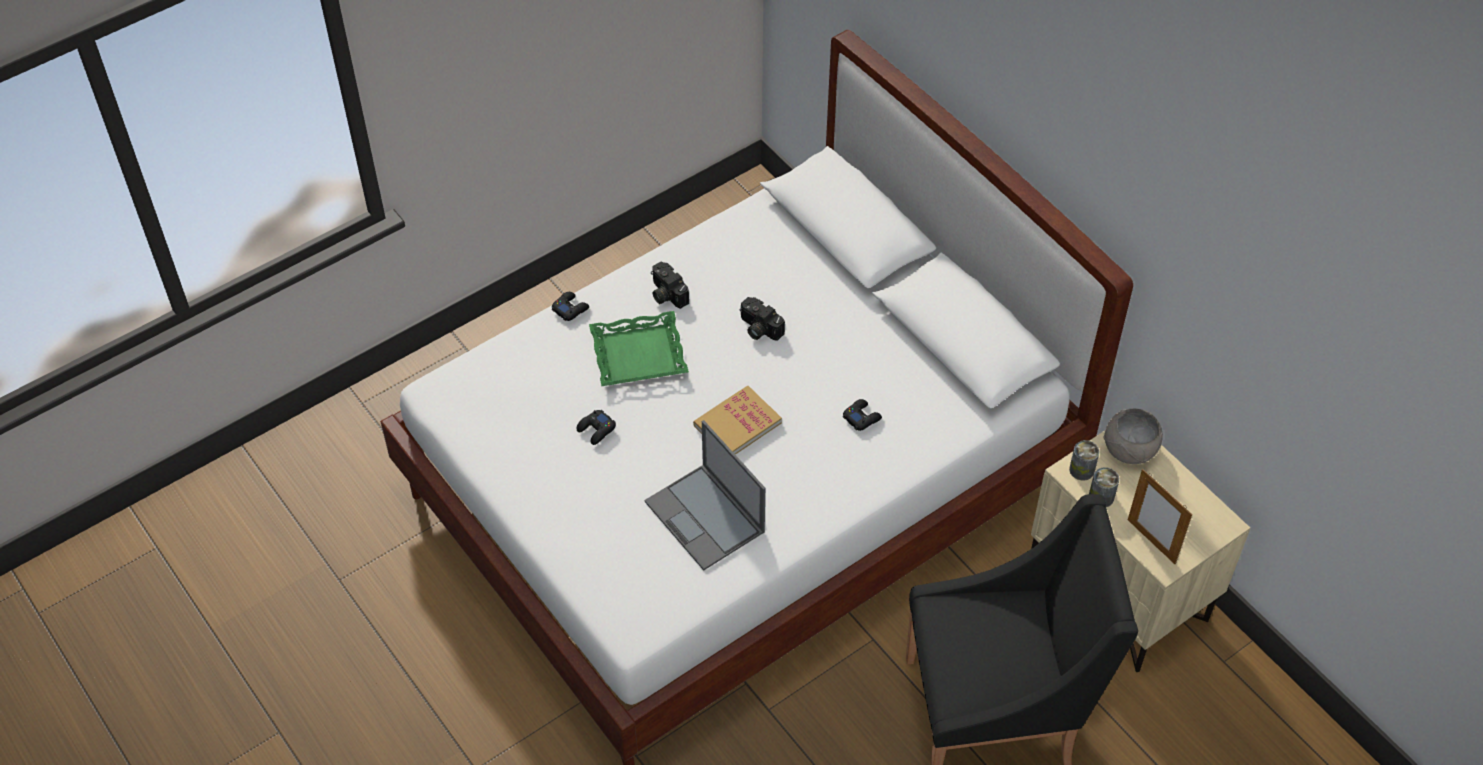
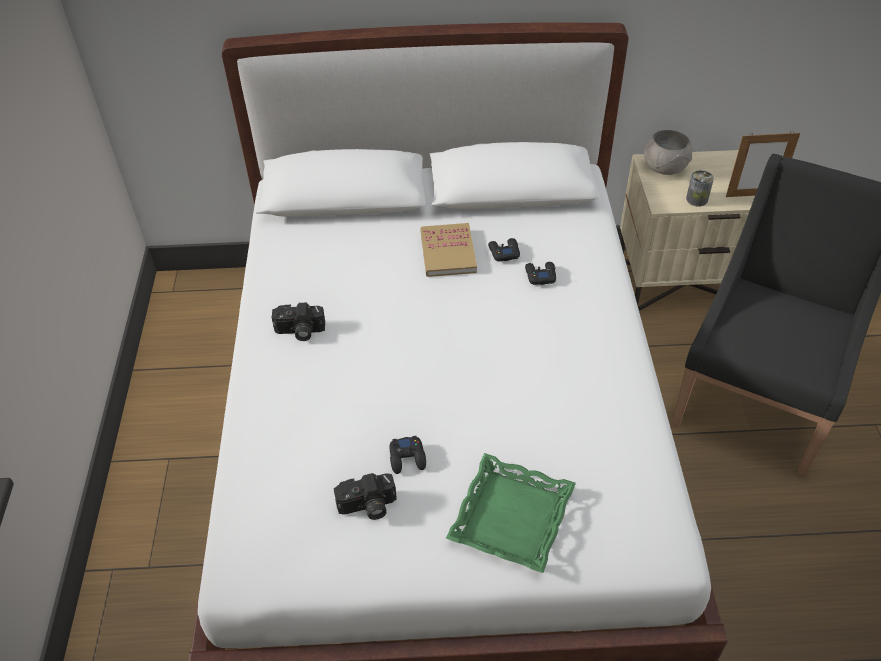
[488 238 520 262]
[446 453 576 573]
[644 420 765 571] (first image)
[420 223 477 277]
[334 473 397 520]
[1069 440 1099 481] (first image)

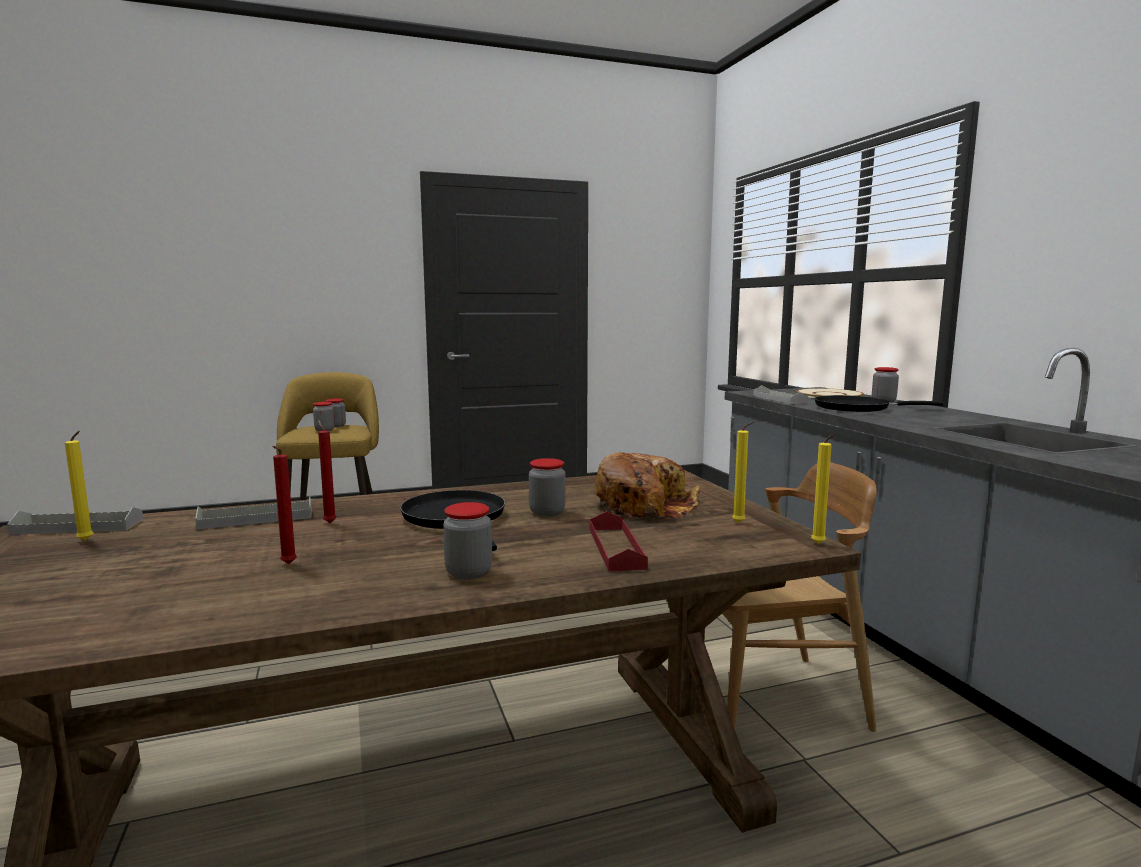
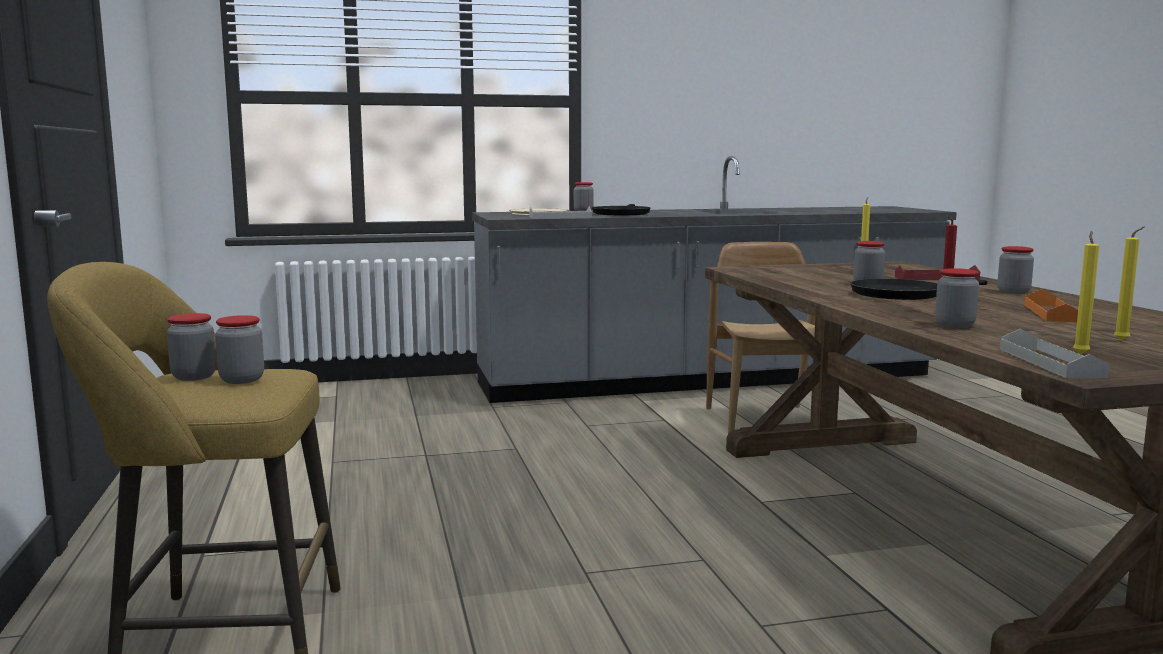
[935 268 979 328]
[1024 289 1078 322]
[595 452 700 518] (first image)
[1114 226 1145 341]

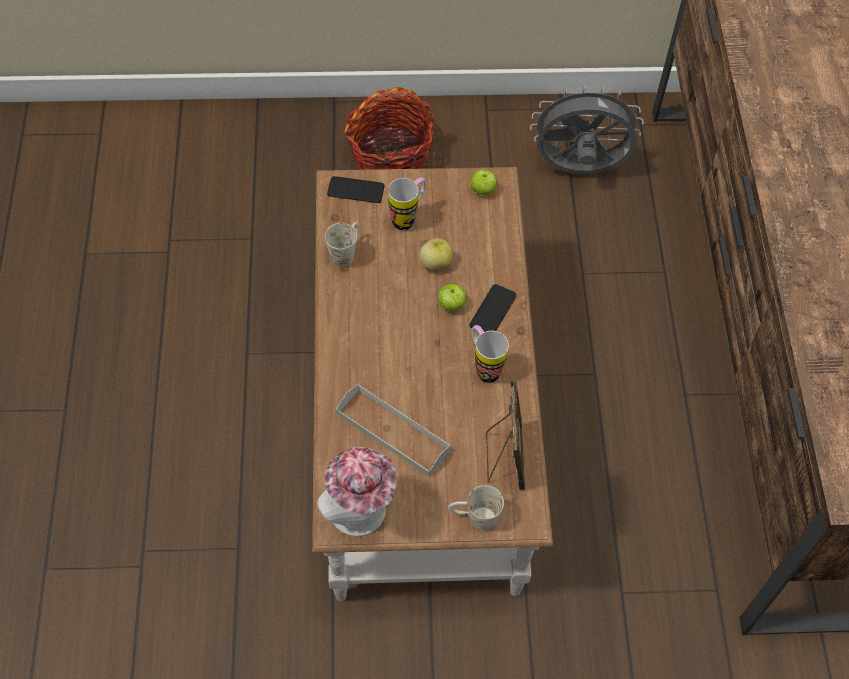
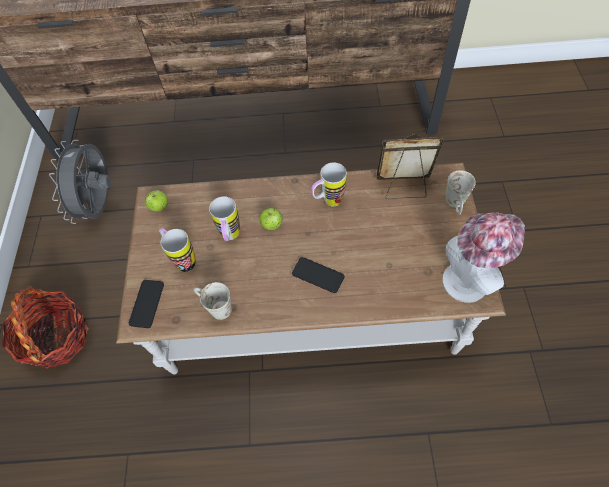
[336 384 451 477] (first image)
[209 196 240 241]
[292 257 345 293]

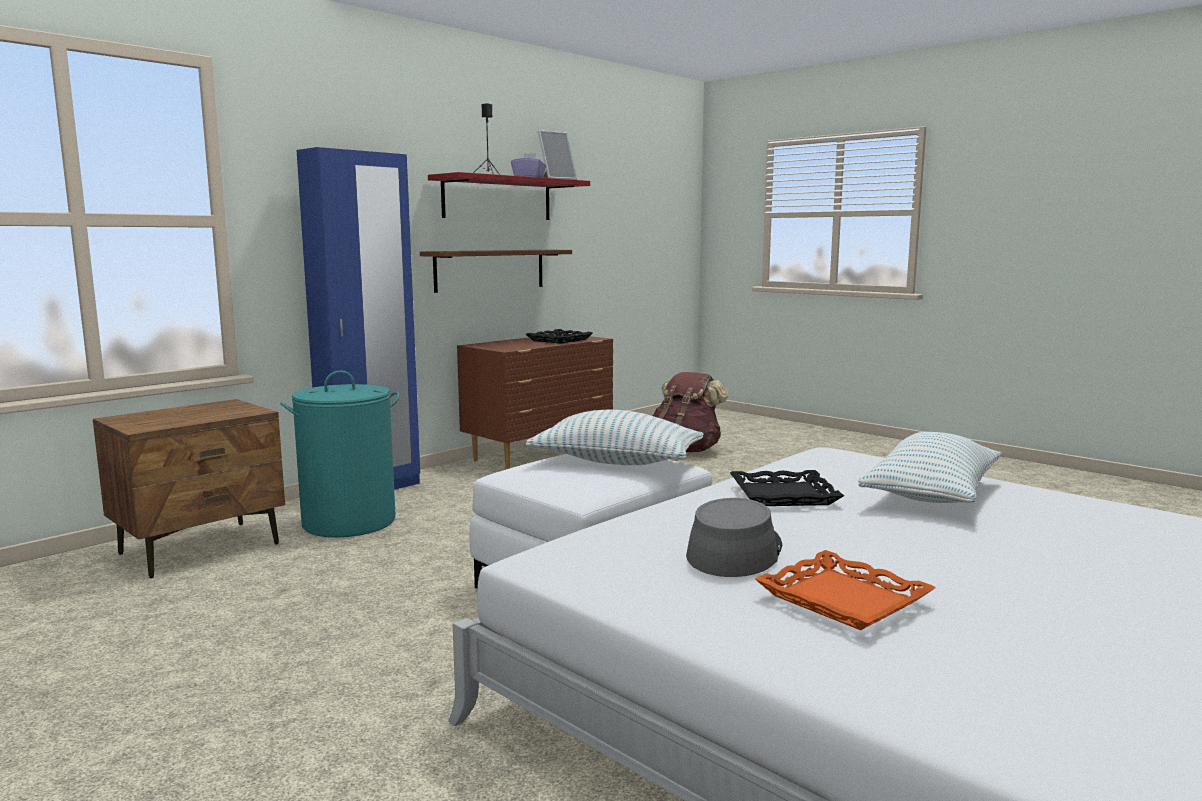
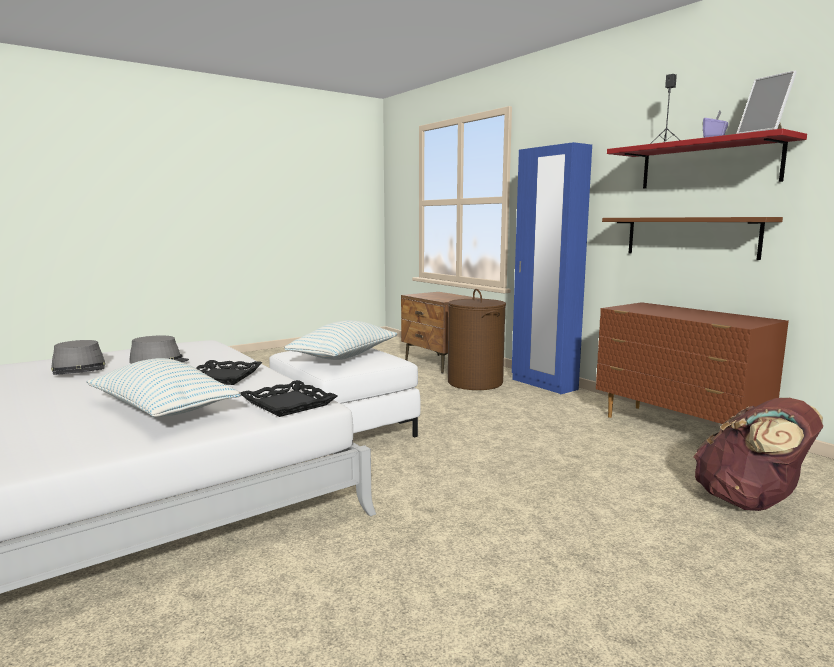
[448 289 506 390]
[240 380 337 417]
[51 340 106 375]

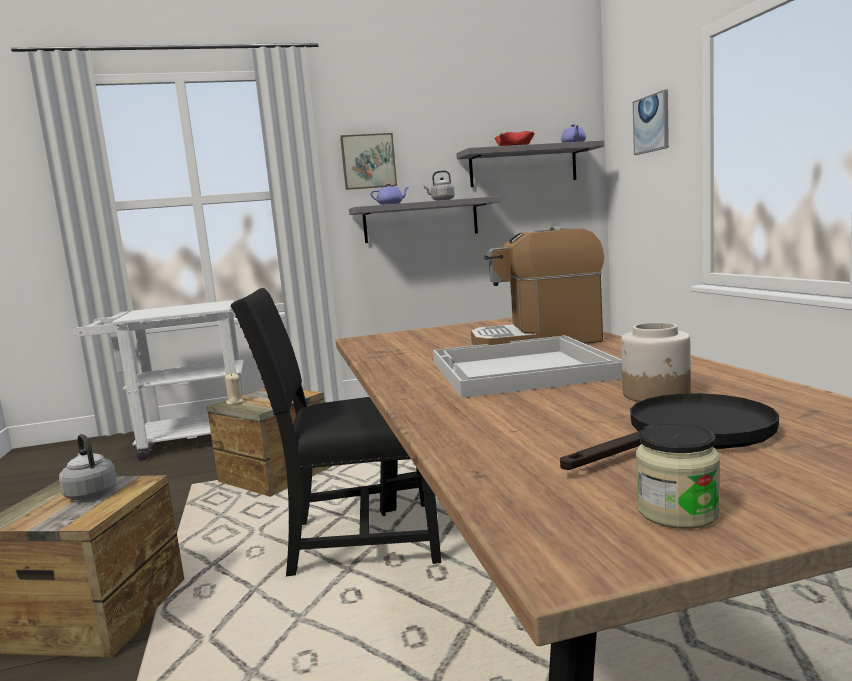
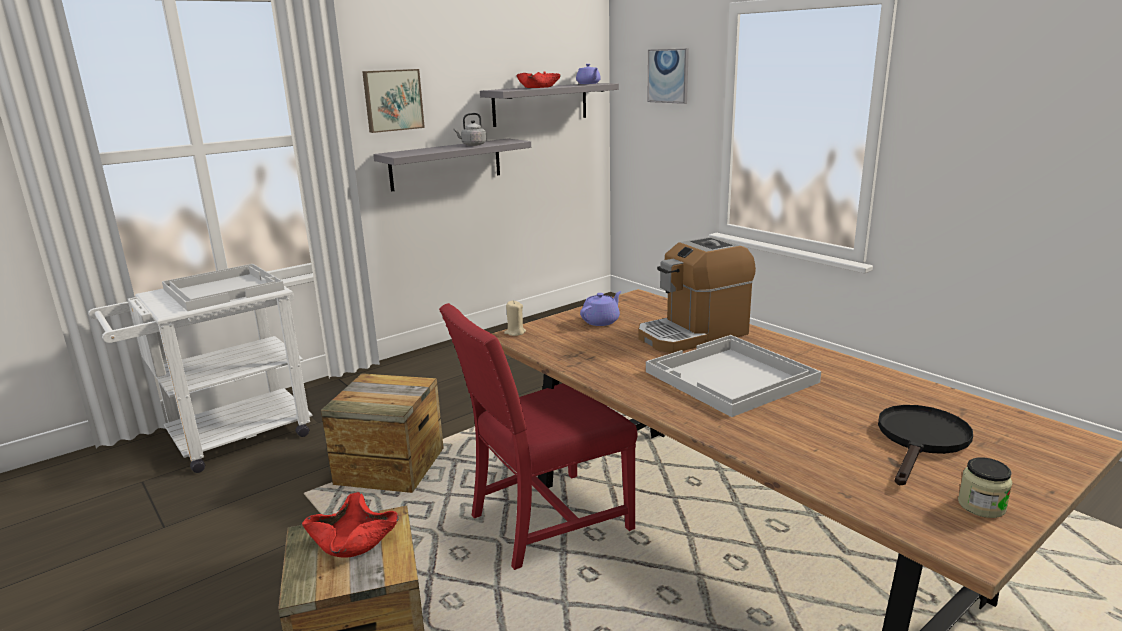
[302 492 399 558]
[504 301 526 336]
[439 303 638 570]
[580 291 621 326]
[621 323 691 402] (first image)
[162 264 284 311]

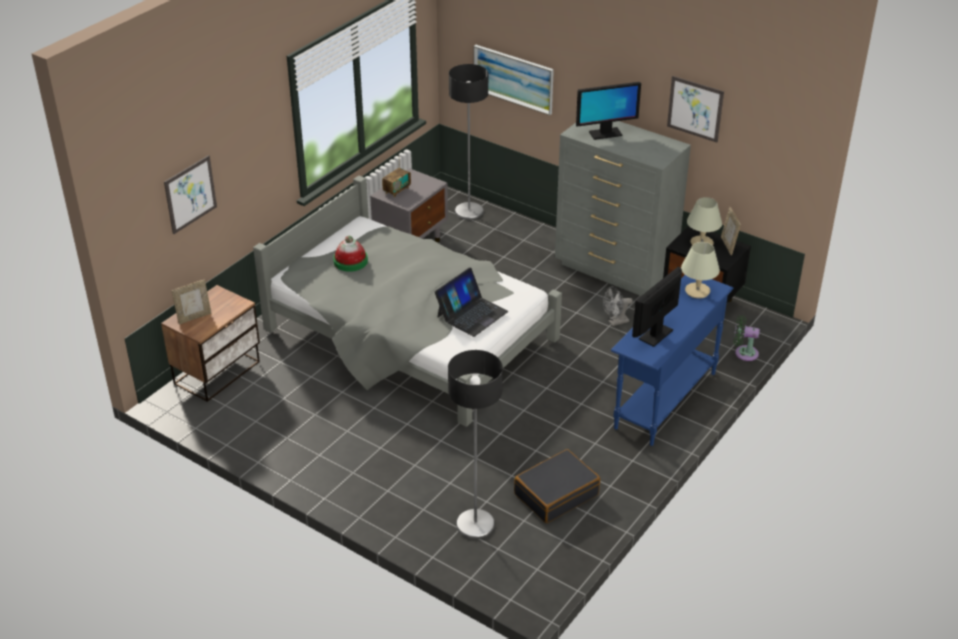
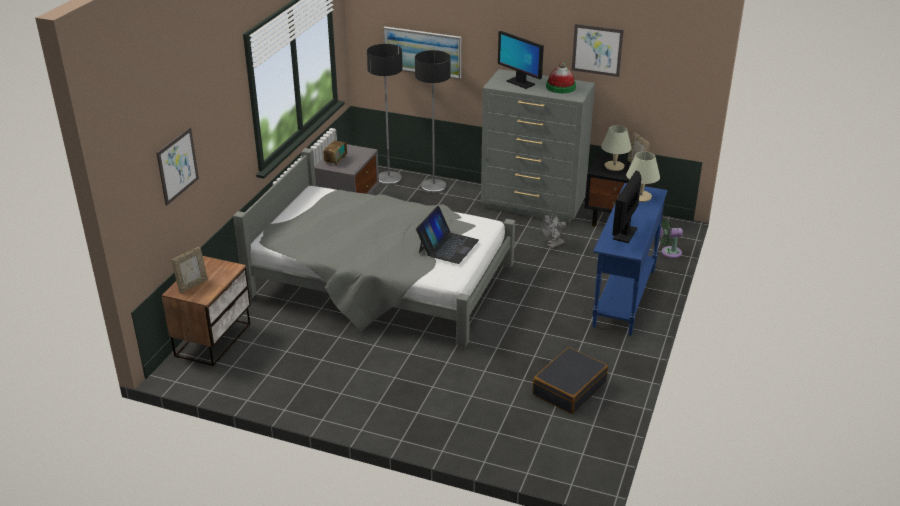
[546 62 576 93]
[415 50 451 193]
[498 31 544 89]

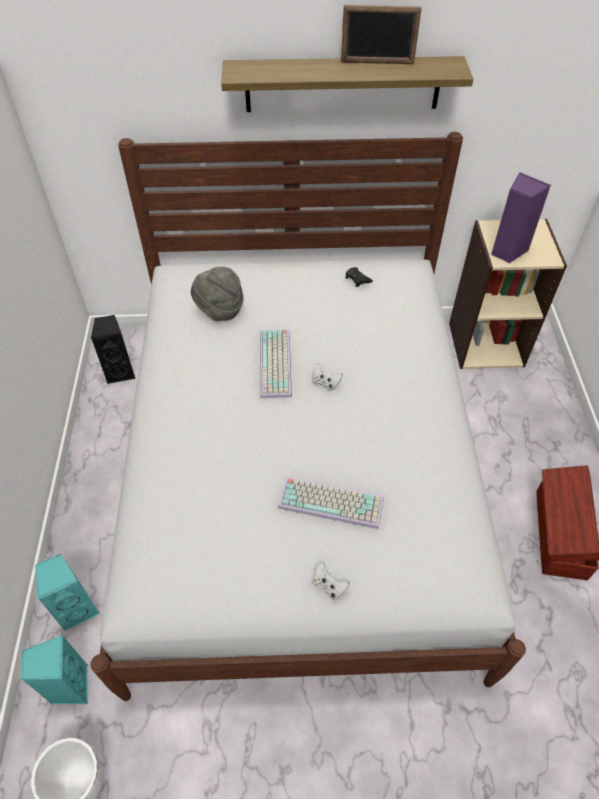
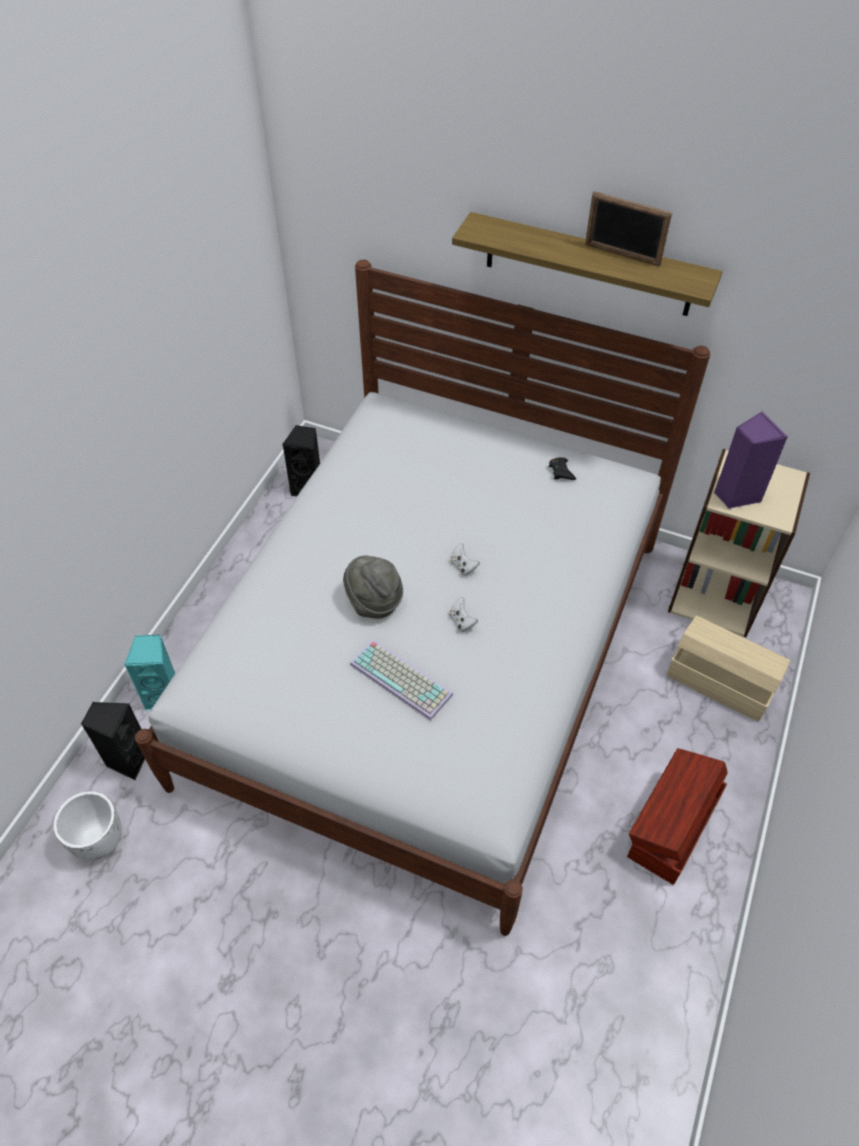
[81 702 145 780]
[343 556 403 619]
[260 330 292 398] (first image)
[449 597 478 632]
[667 615 790 722]

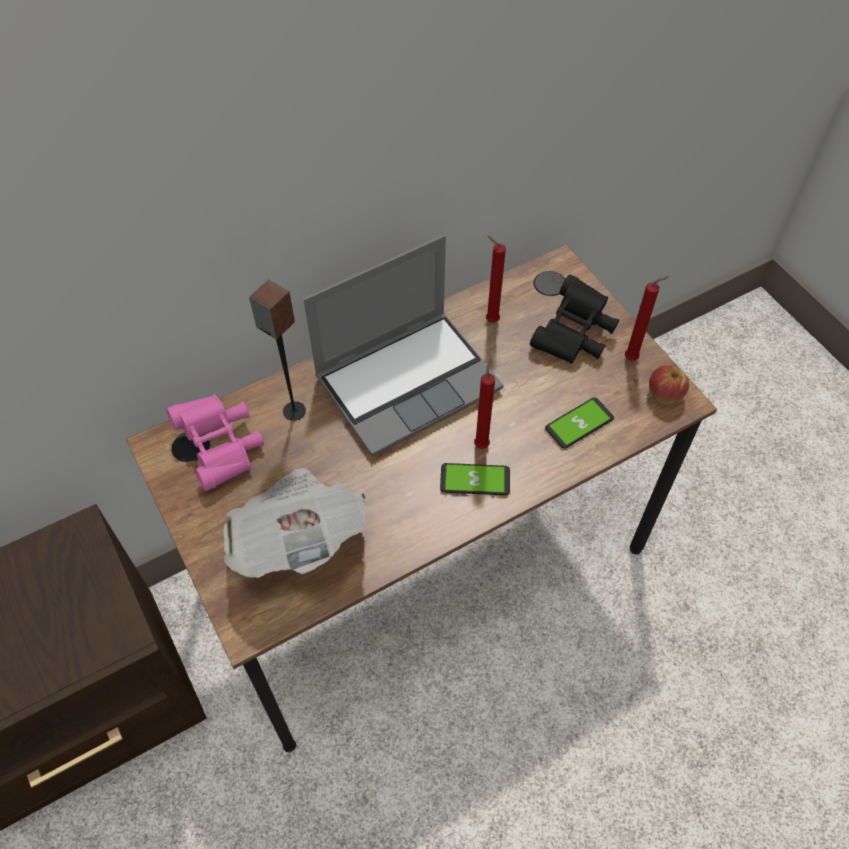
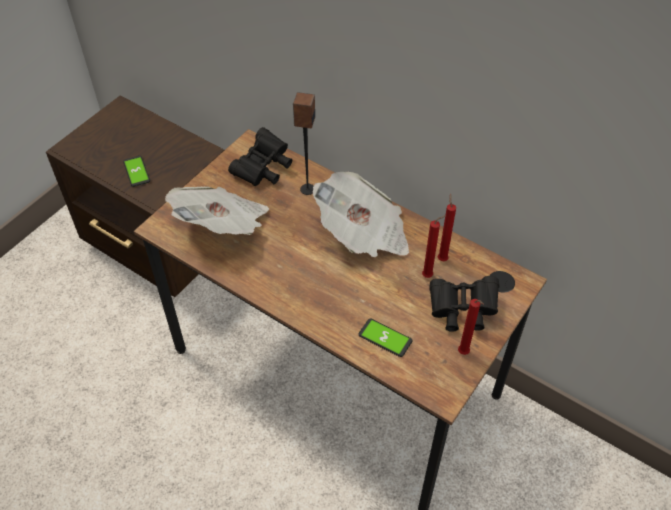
[228 127 292 186]
[313 172 409 257]
[123 156 150 187]
[422 215 446 278]
[649 365 689 405] (first image)

